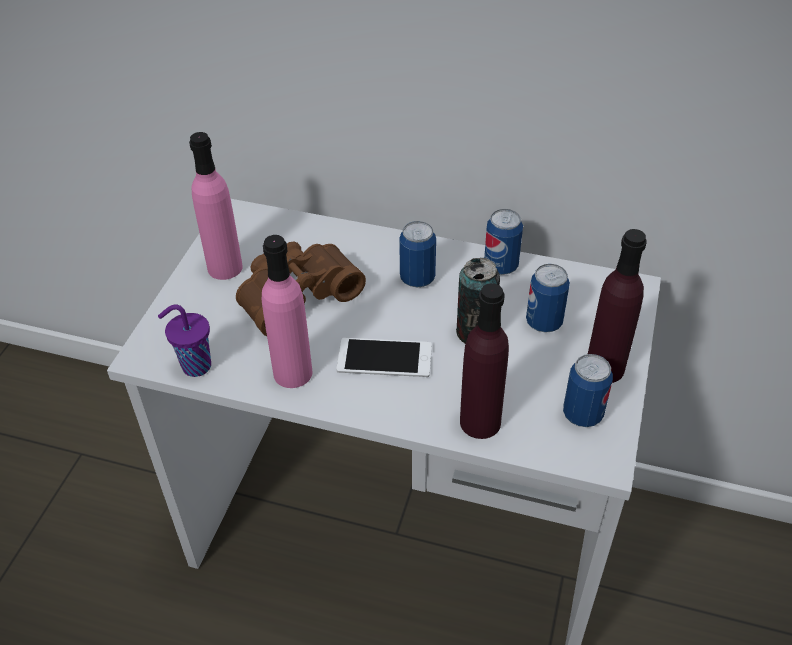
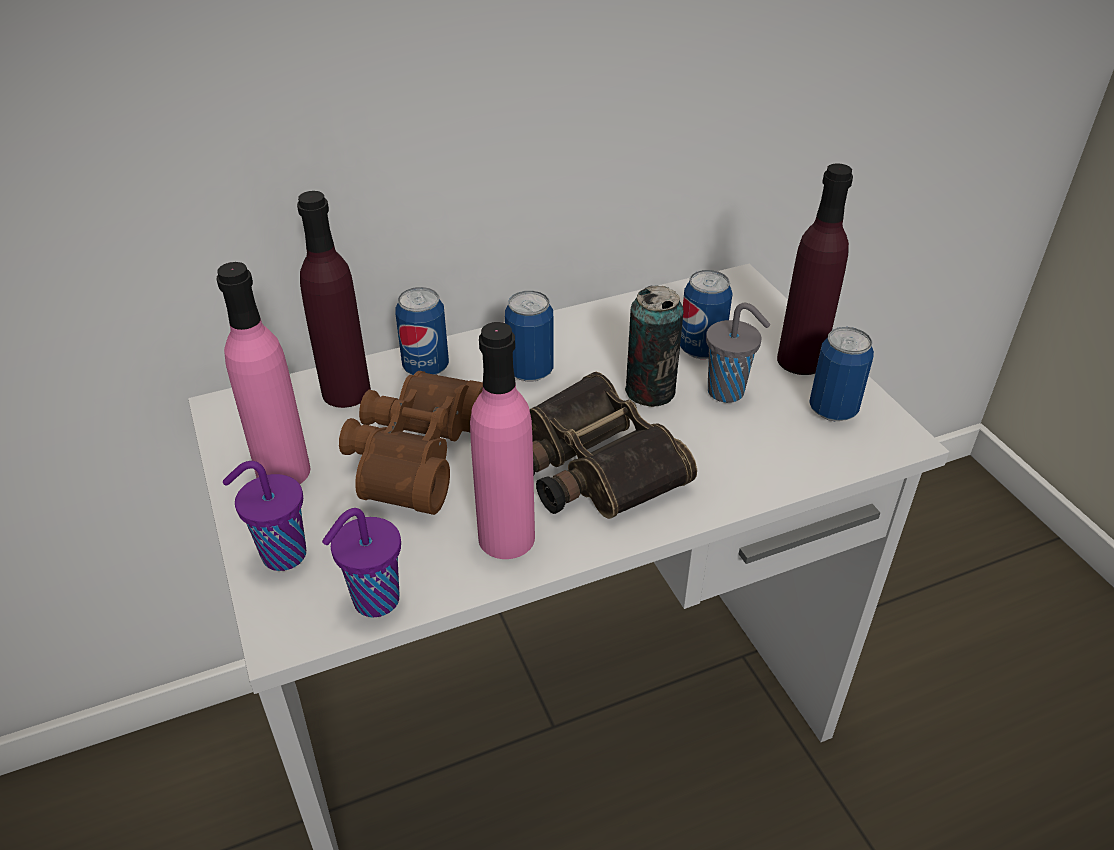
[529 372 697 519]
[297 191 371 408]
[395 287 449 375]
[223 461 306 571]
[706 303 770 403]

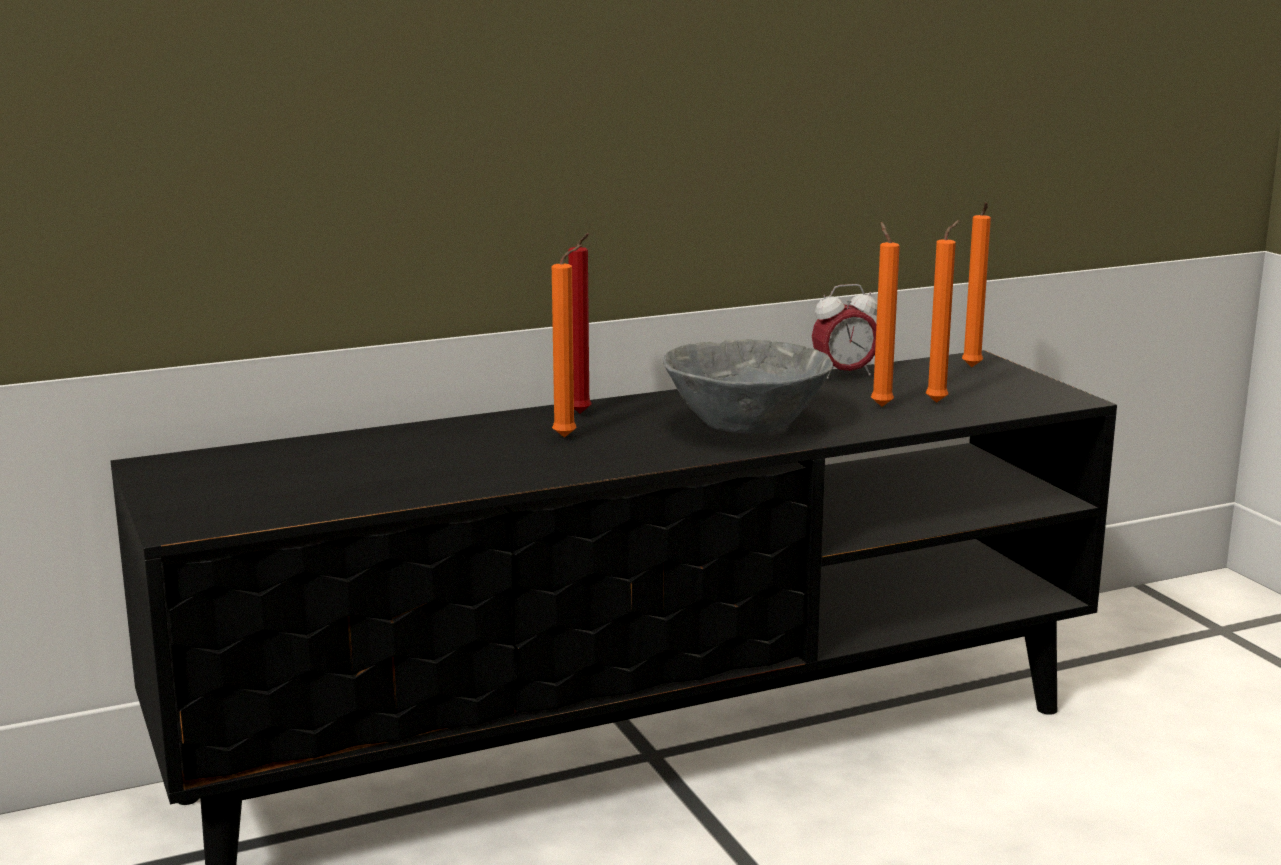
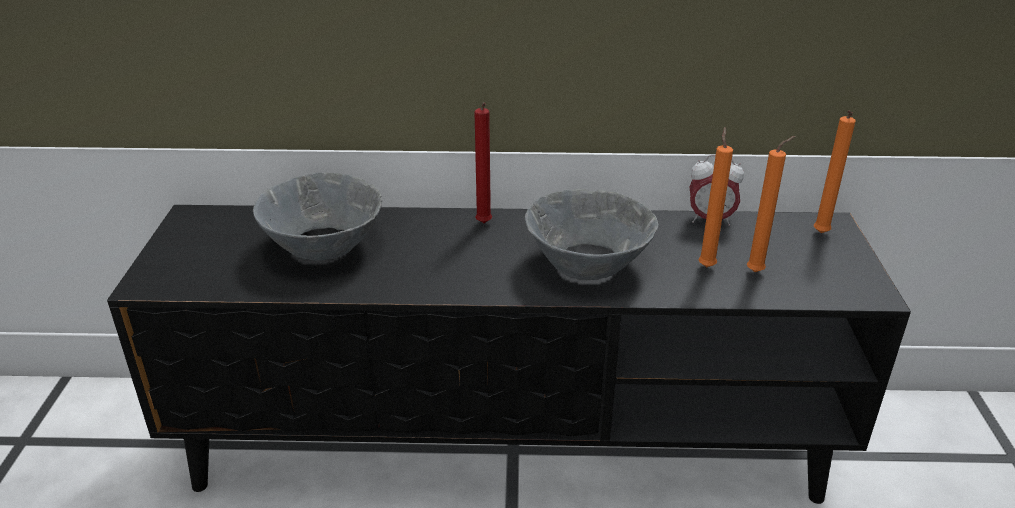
[552 245 582 438] (first image)
[253 172 382 261]

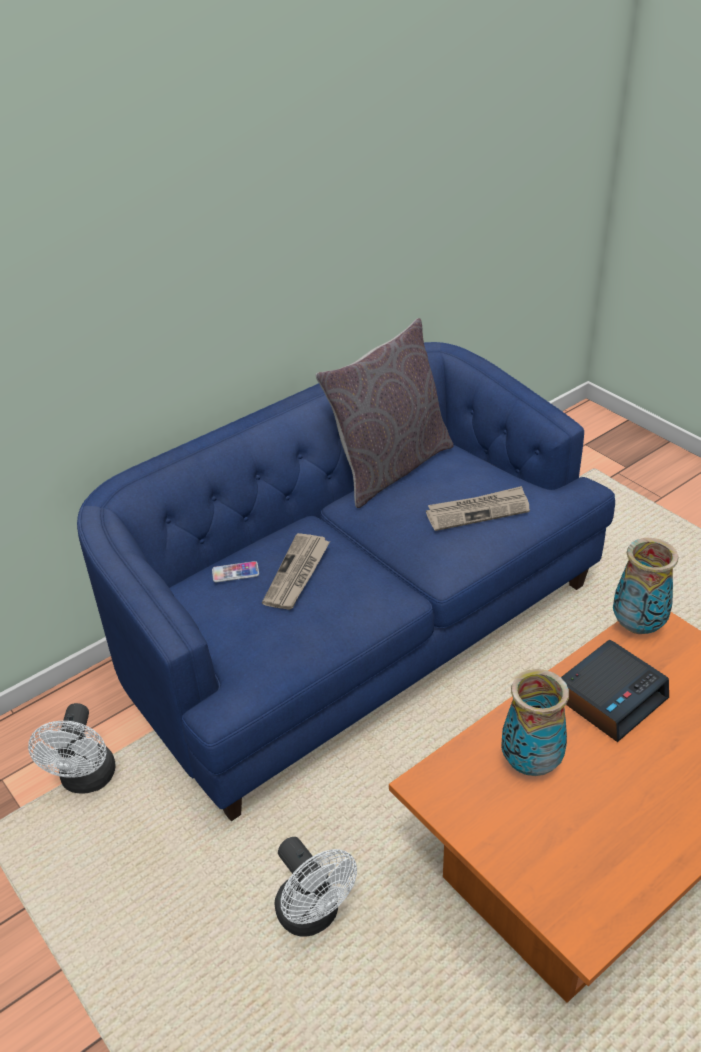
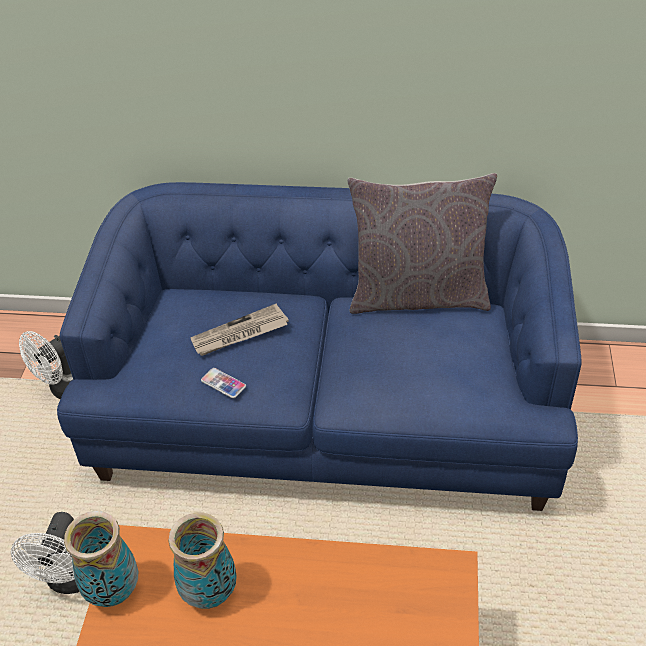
[201 368 246 398]
[426 486 530 531] (first image)
[561 640 669 742] (first image)
[64 511 138 607]

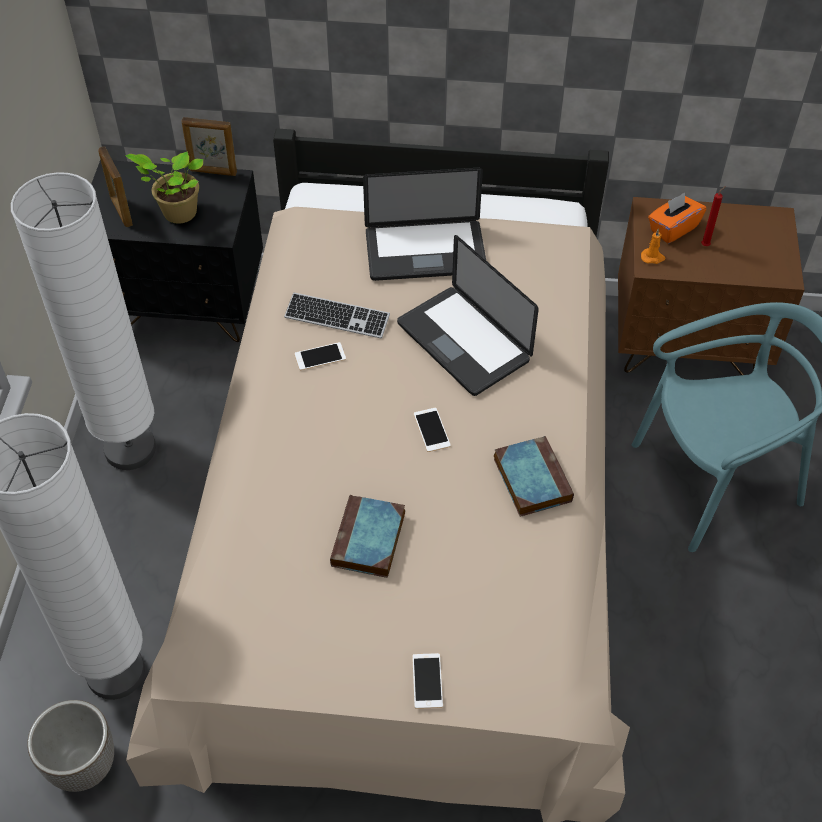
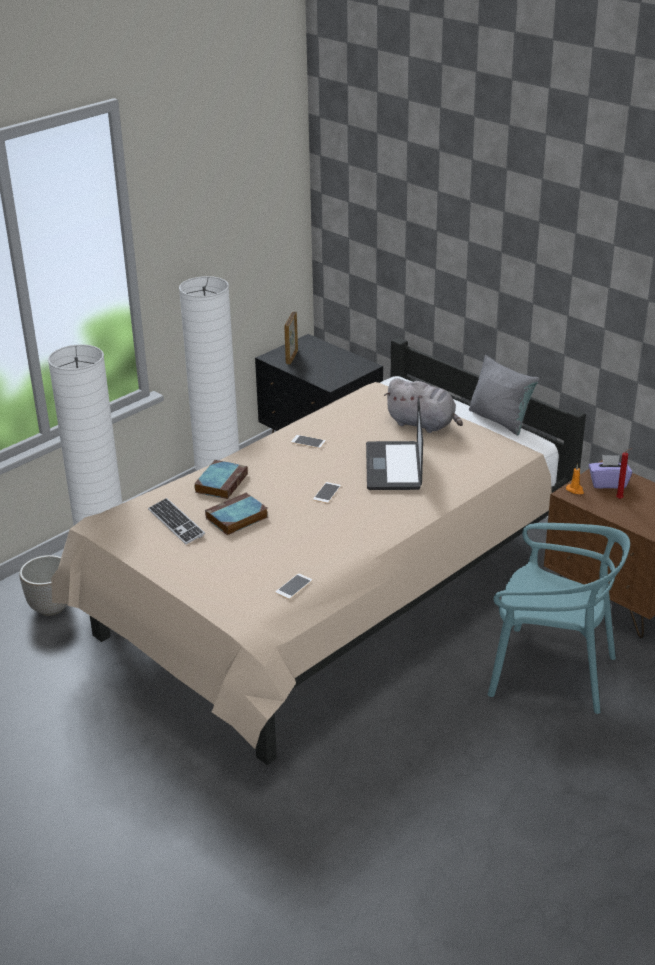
[126 152 203 224] (first image)
[181 117 237 176] (first image)
[148 498 205 544]
[384 378 463 433]
[275 573 312 599]
[194 460 248 499]
[589 455 632 488]
[469 355 539 435]

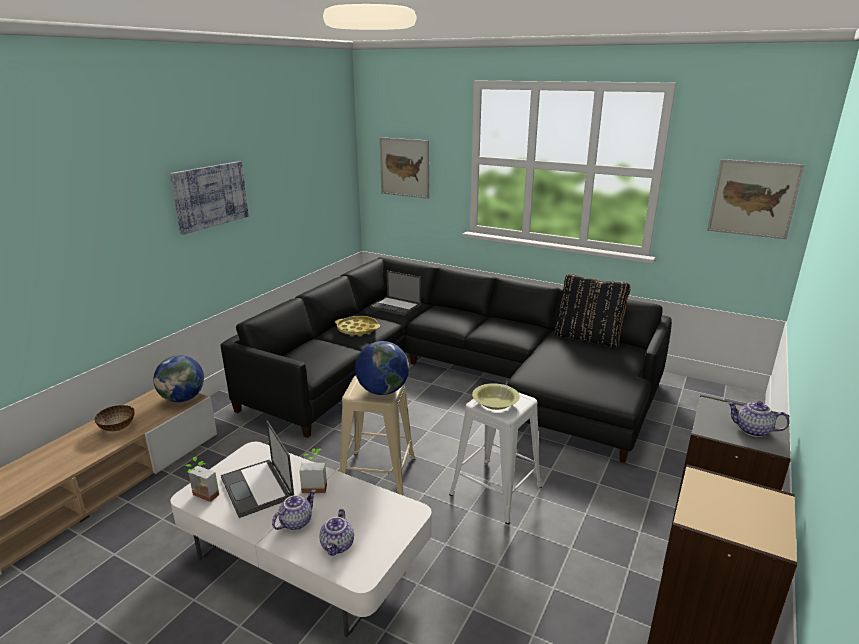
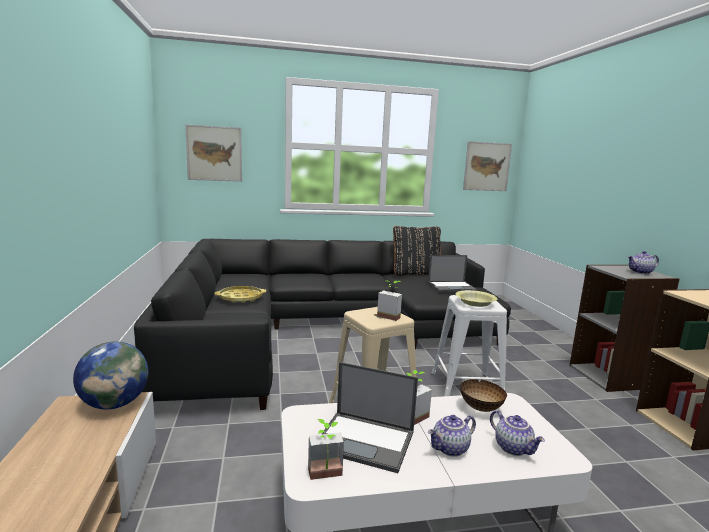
[460 379 507 412]
[170 161 249 235] (first image)
[428 415 476 457]
[377 280 402 321]
[428 255 477 292]

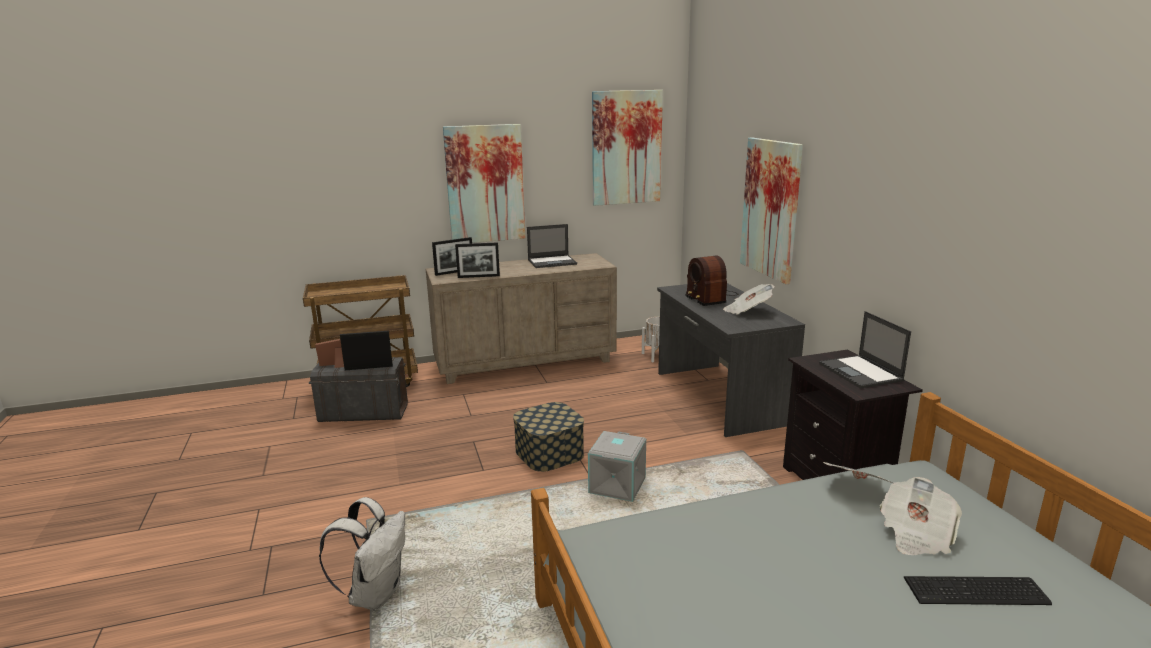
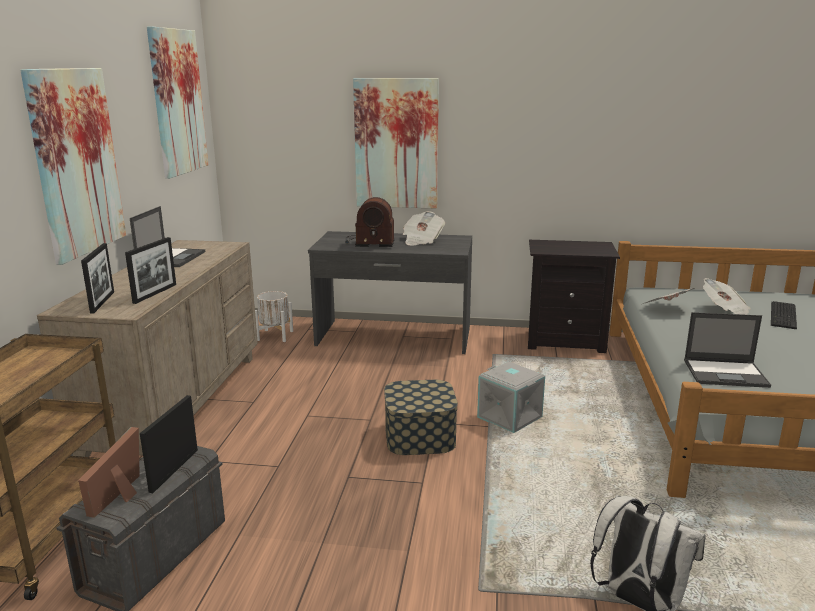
[684 312 771 388]

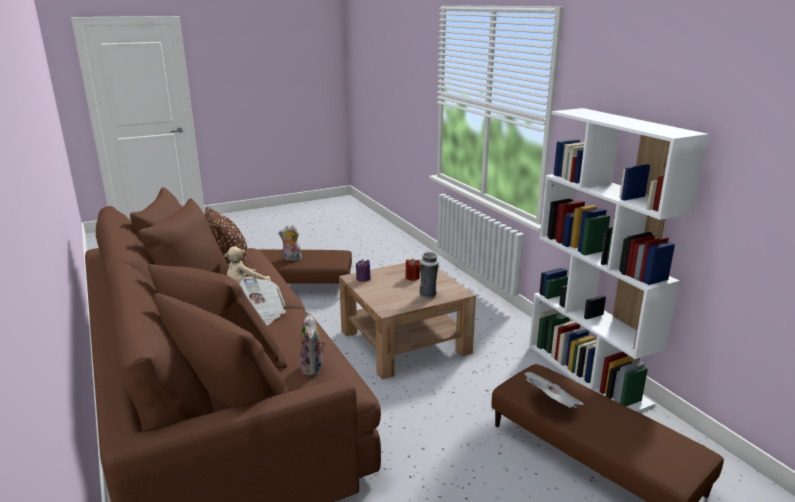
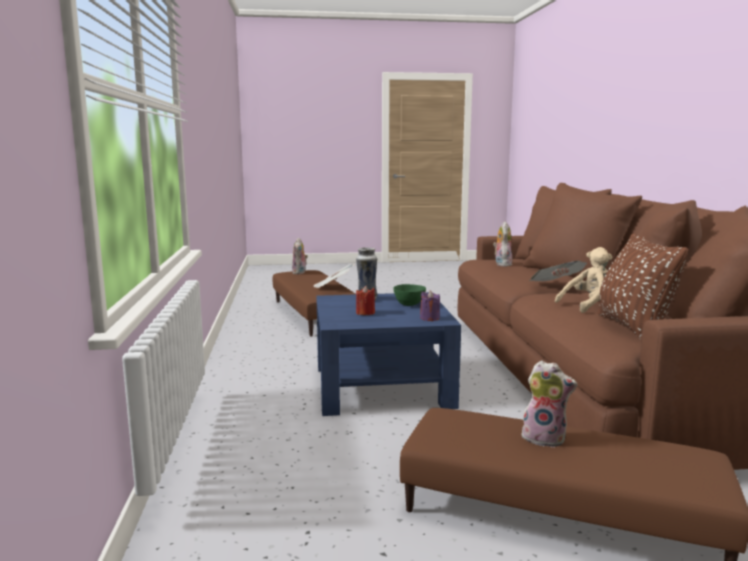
[316 292 461 416]
[529 108 709 413] (first image)
[292 238 308 274]
[393 284 426 306]

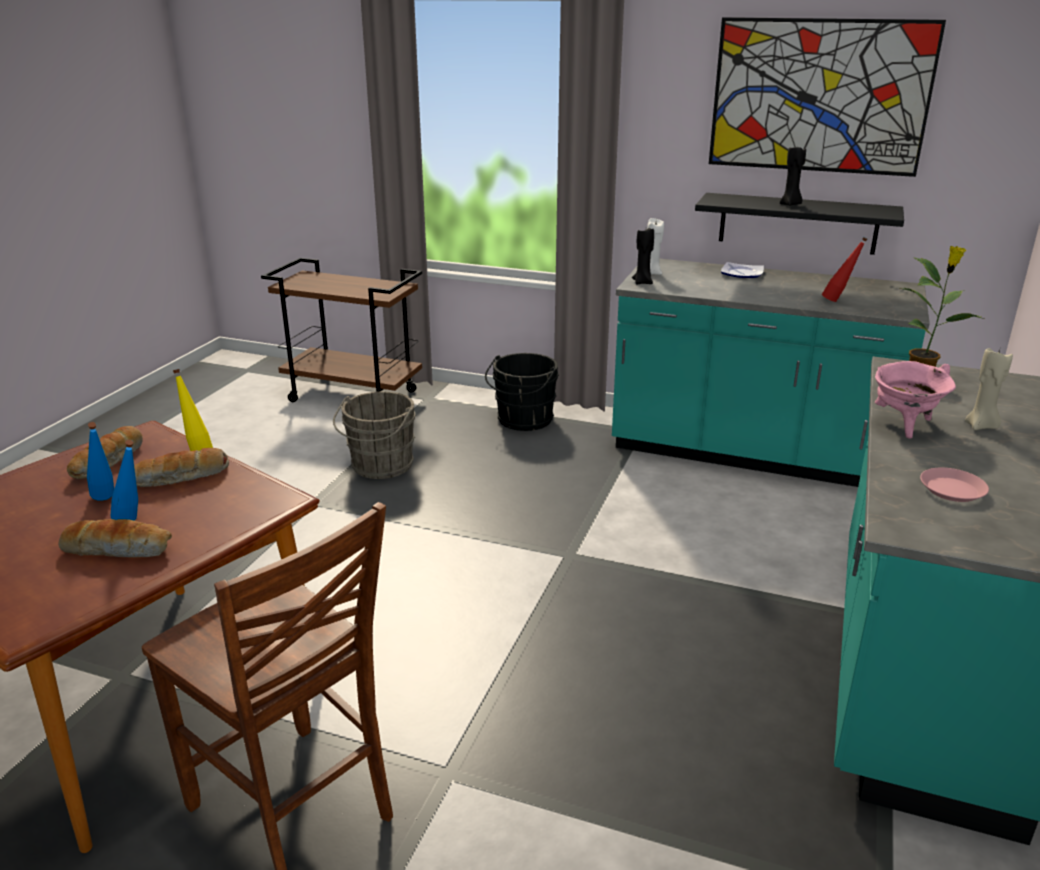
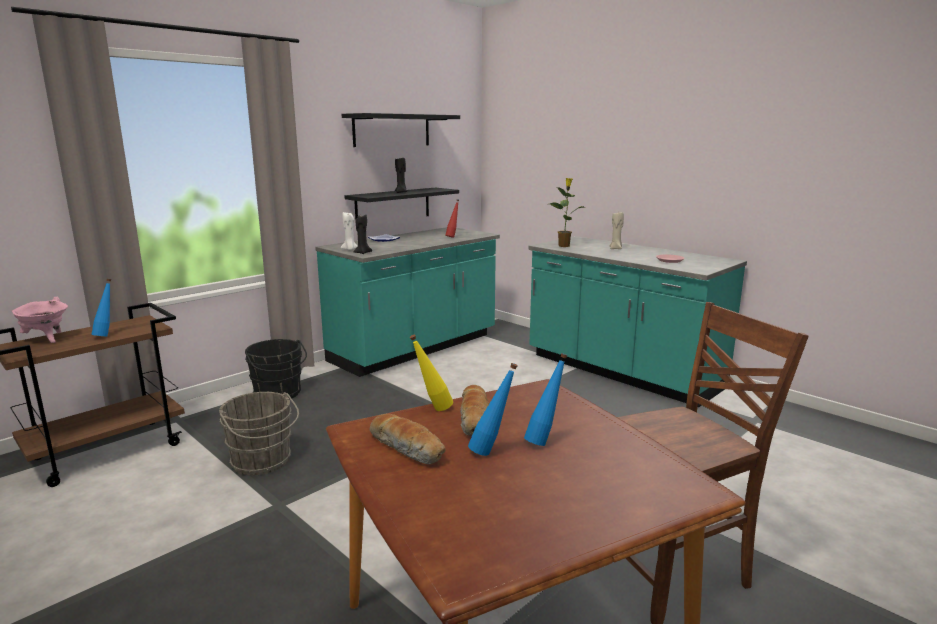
[59 519 172 558] (first image)
[342 113 460 147]
[12 297 68 343]
[91 279 111 337]

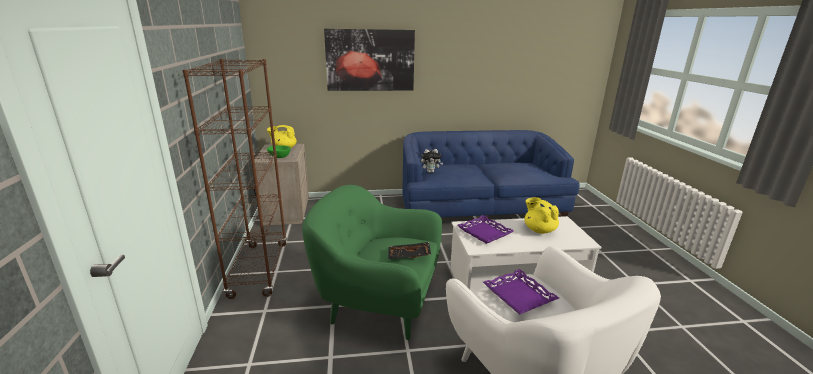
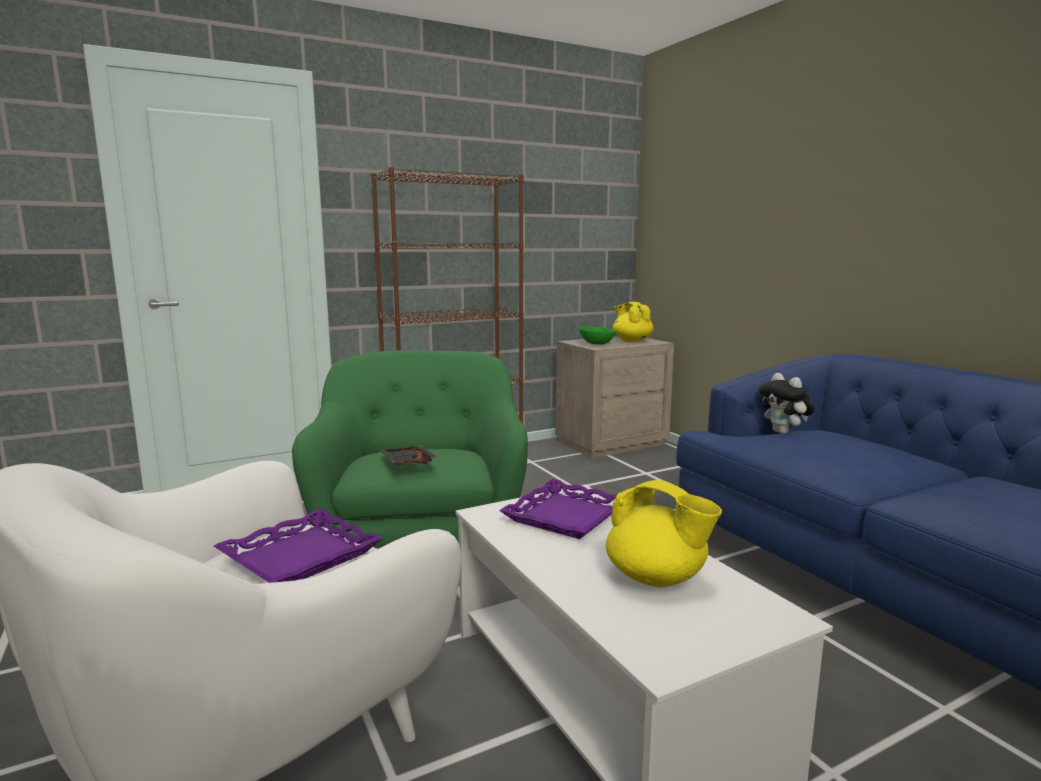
[324 29 415 91] (first image)
[606 480 722 587]

